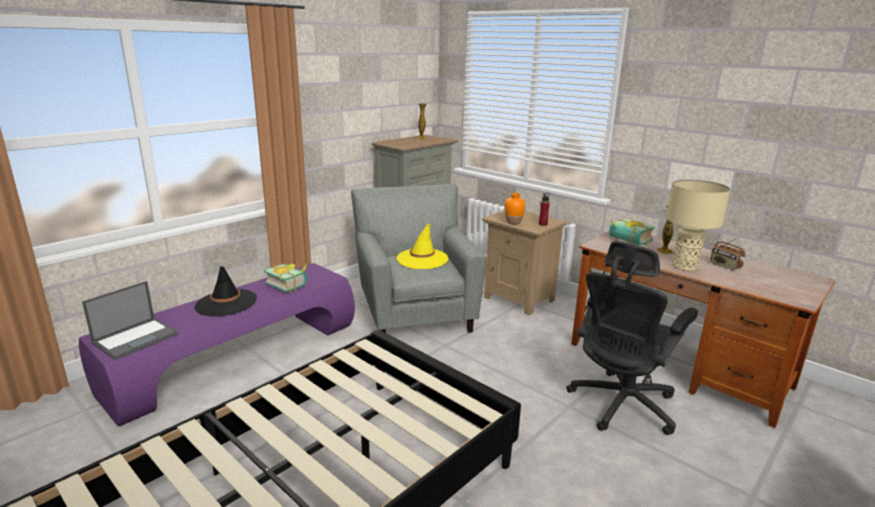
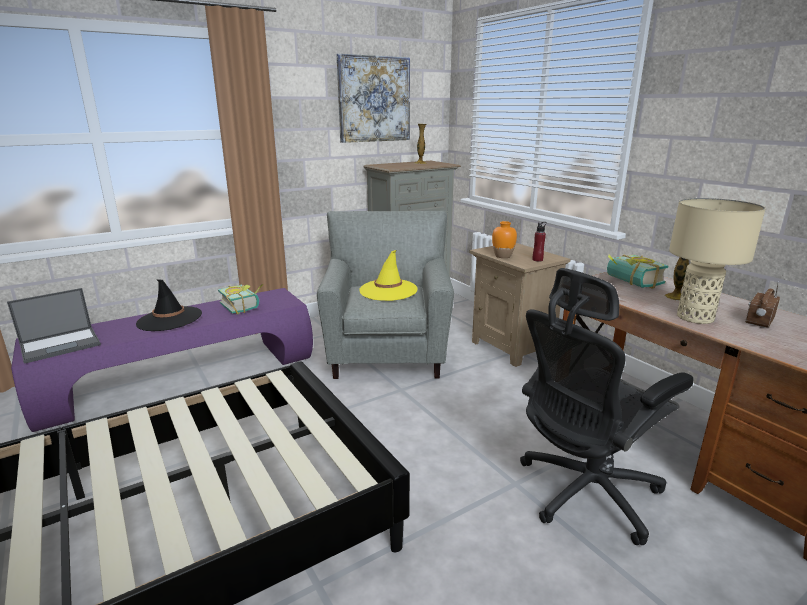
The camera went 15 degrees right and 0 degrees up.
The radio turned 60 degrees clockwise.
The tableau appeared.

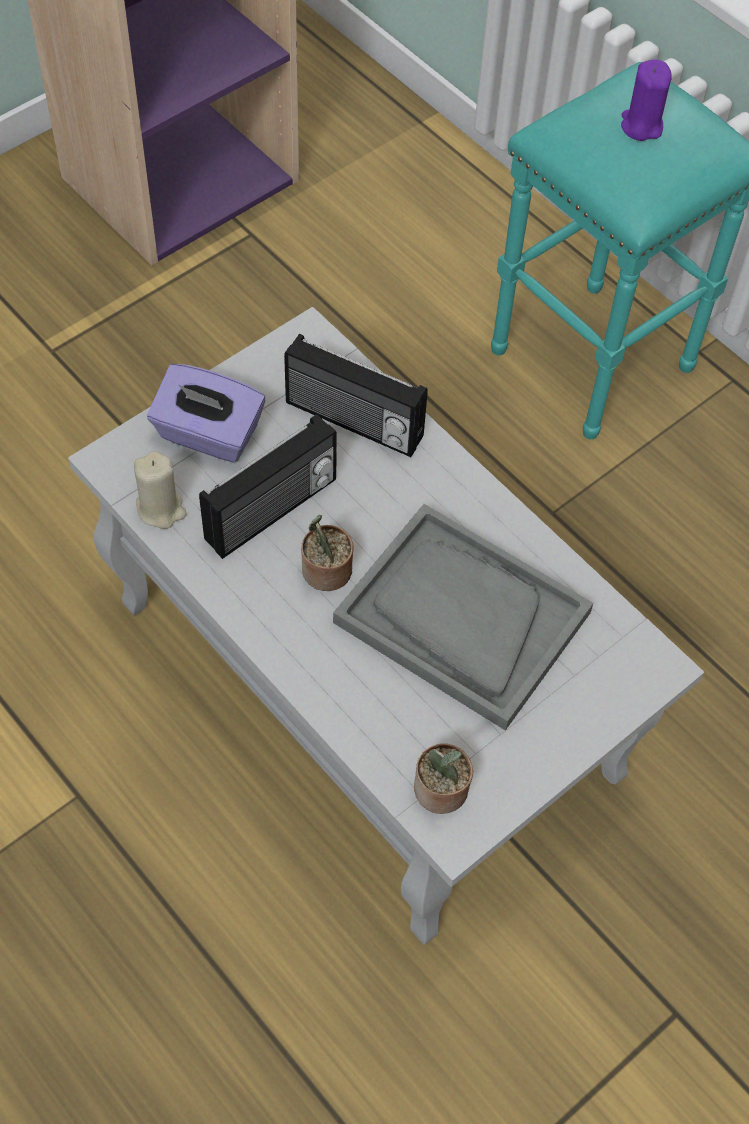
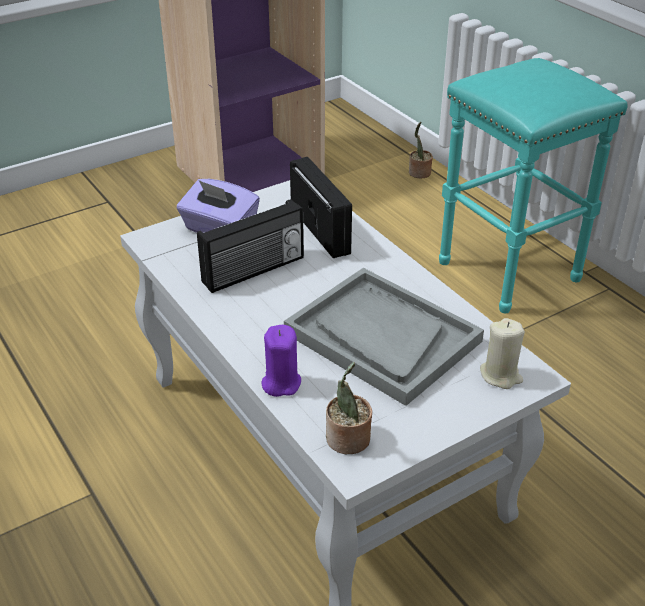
The camera went 10 degrees right and 20 degrees down.
The bougie (violet) moved.
The radio (no. 2 from left) turned 150 degrees counterclockwise.
The bougie (beige) moved.
The plante en pot (no. 1 from left in the first image) moved.

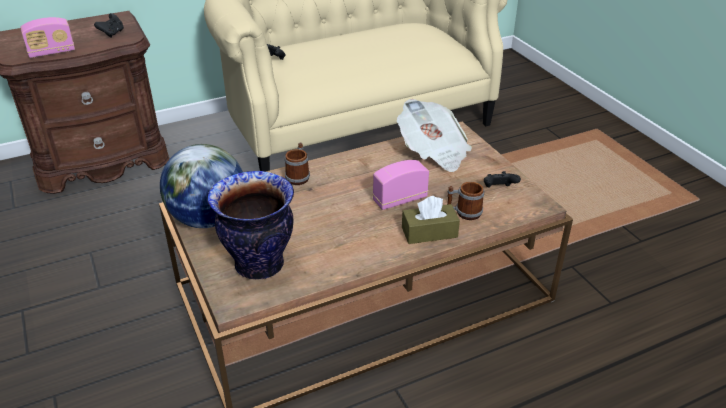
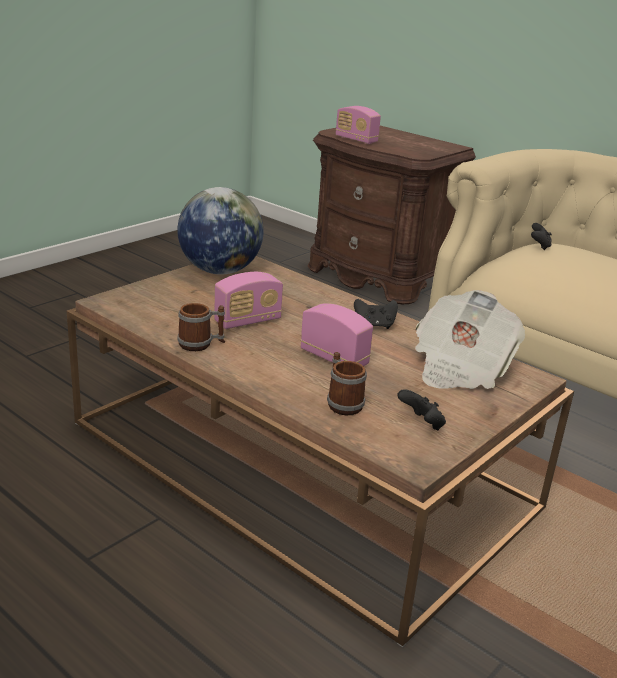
The camera went 65 degrees right and 10 degrees down.
The manette (noir) (no. 1 from left) moved.
The mug (no. 1 from left) moved.
The vase disappeared.
The boîte à mouchoirs (marron) disappeared.
The radio (no. 1 from left) appeared.

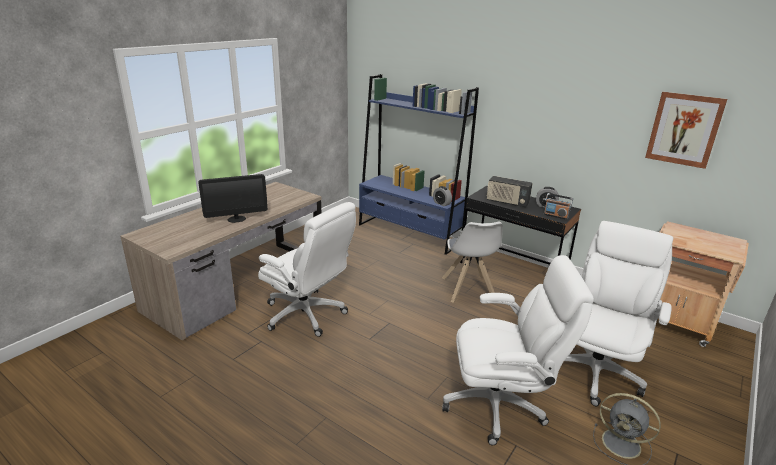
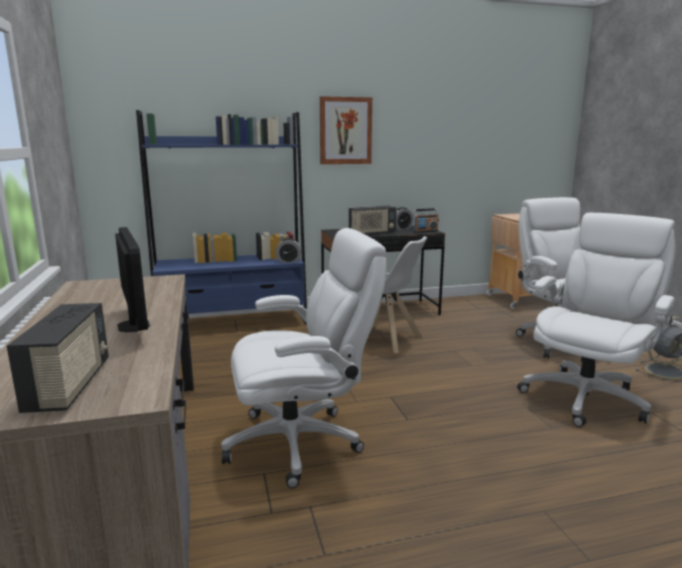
The camera went 50 degrees left and 10 degrees down.
The tableau moved.
The écran d'ordinateur turned 45 degrees counterclockwise.
The radio (no. 1 from left) appeared.

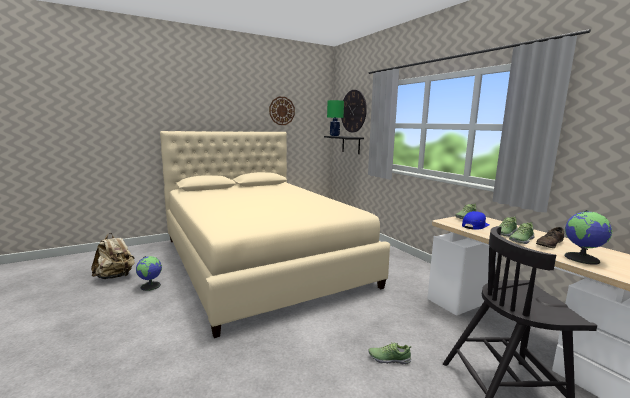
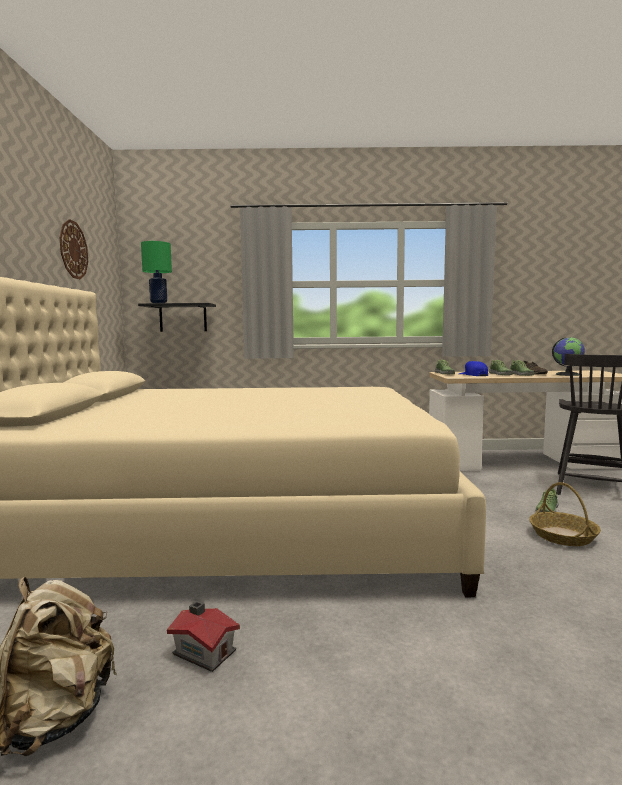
The camera went 60 degrees left and 5 degrees down.
The horloge murale (no. 2 from left) disappeared.
The globe (no. 1 from left) was replaced by the maison miniature.
The panier appeared.

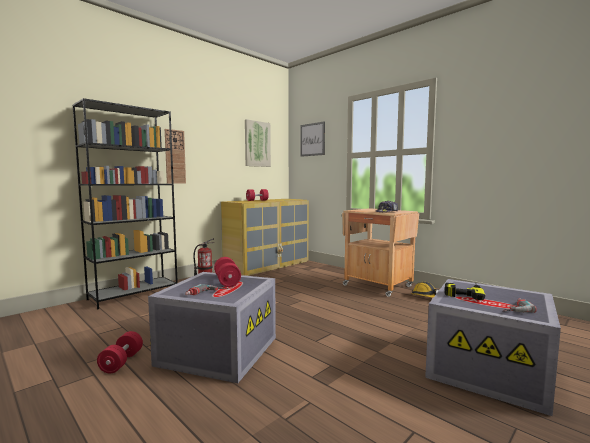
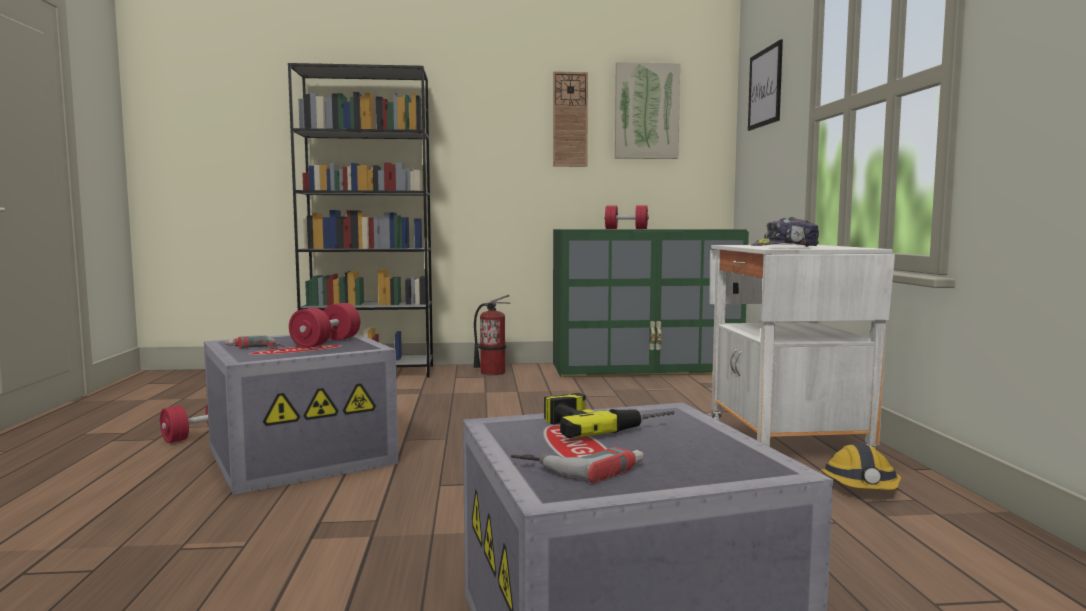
The camera went 40 degrees right and 0 degrees up.
The horloge murale moved.
The meuble de rangement (jaune) became the meuble de rangement (vert).
The chariot (marron) became the chariot (blanc).

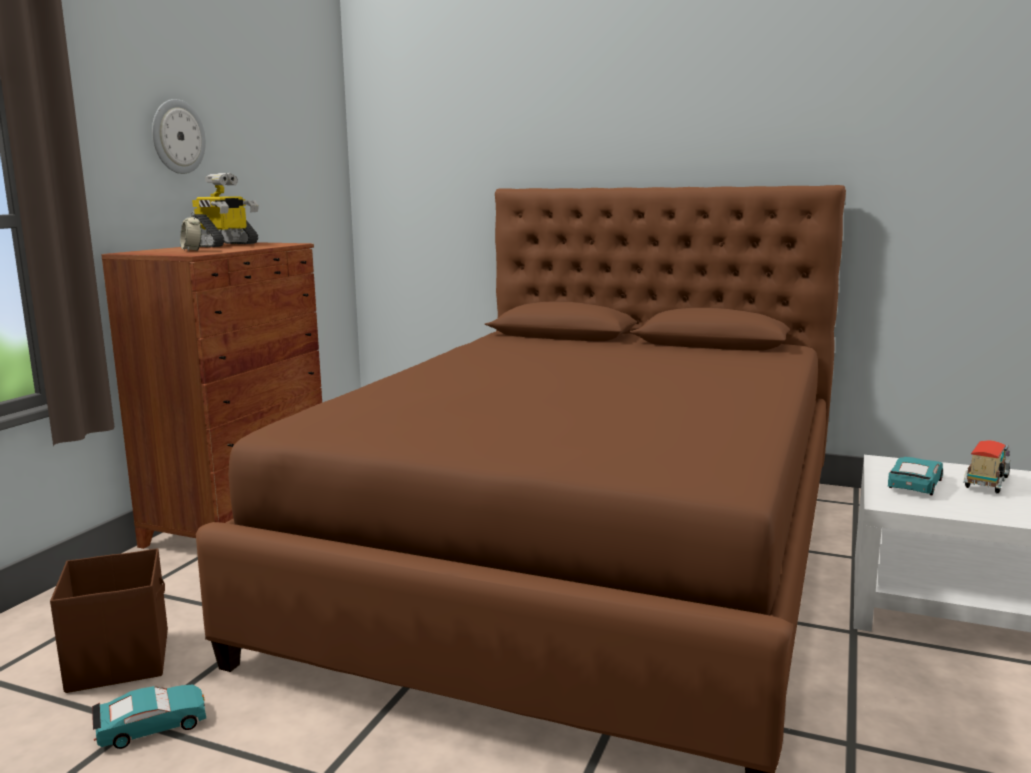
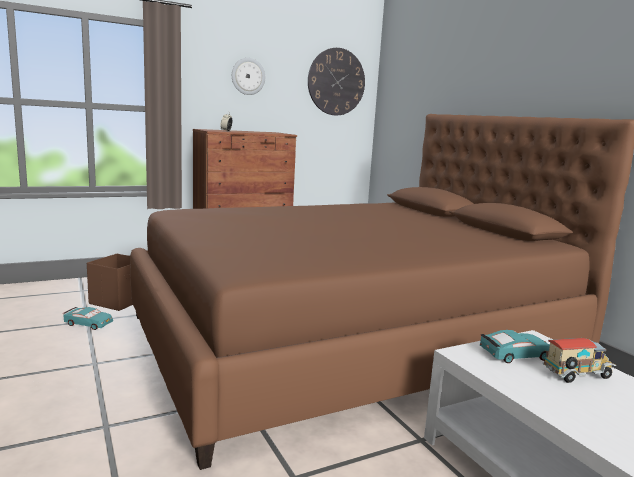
The camera went 40 degrees right and 0 degrees up.
The robot jouet disappeared.
The horloge murale (no. 2 from left) appeared.

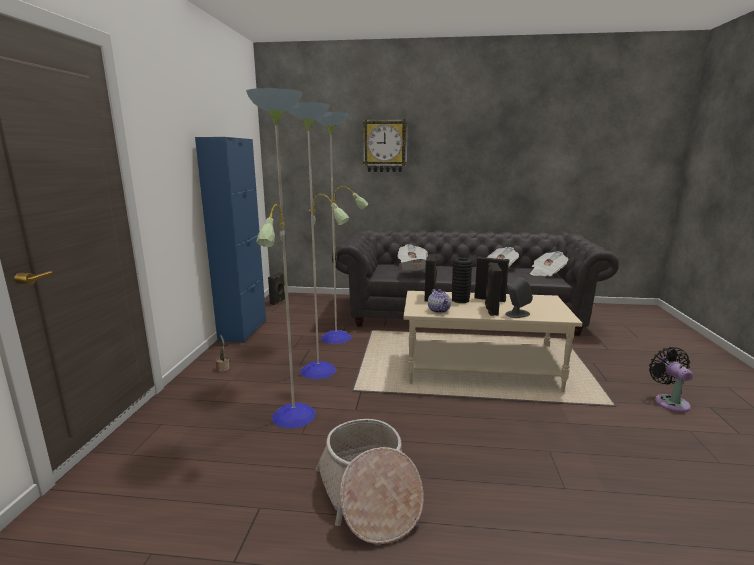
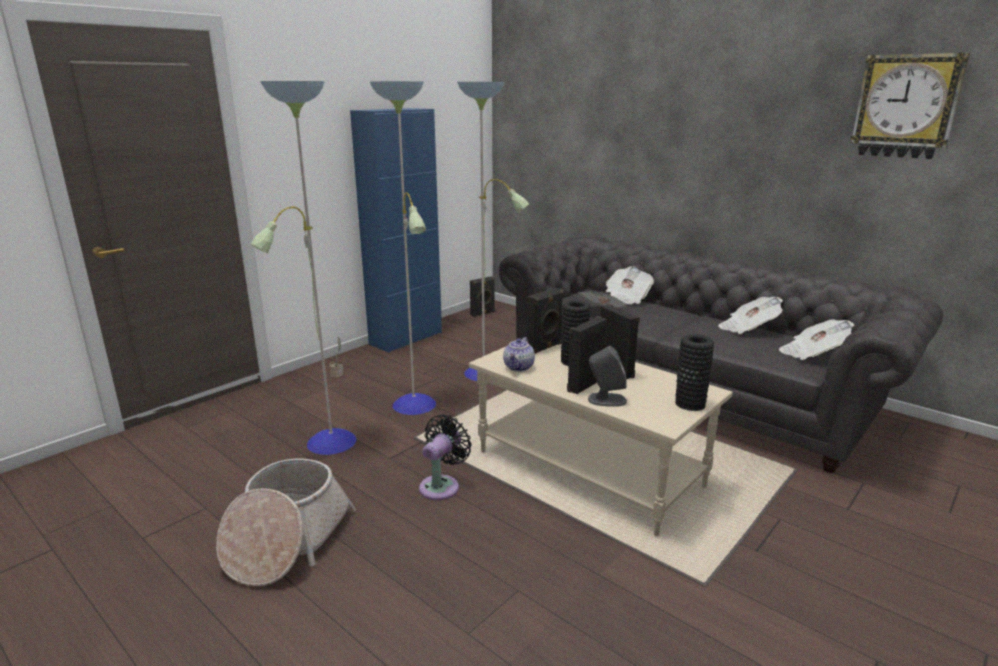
The camera went 35 degrees right and 5 degrees up.
The horloge murale moved.
The ventilateur (noir) moved.
The vase (noir) (no. 2 from left) appeared.

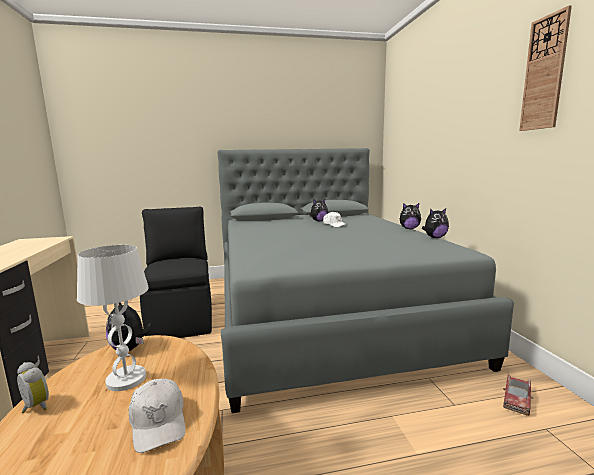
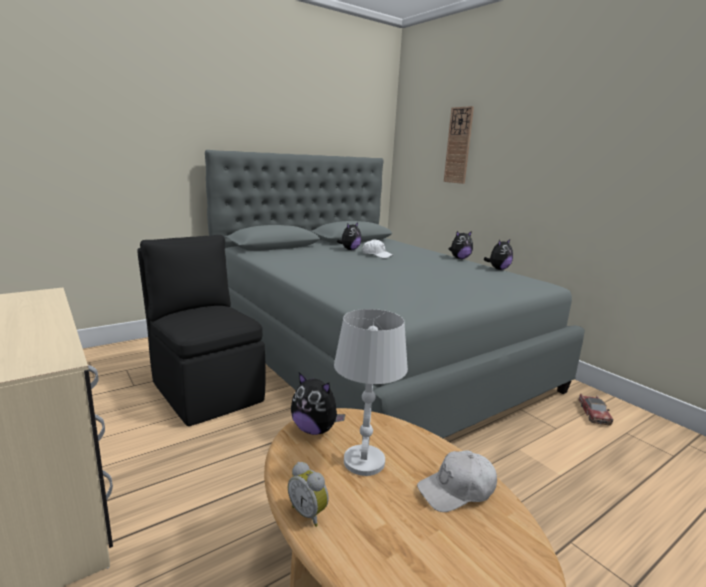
The camera went 25 degrees left and 5 degrees up.
The horloge murale moved.
The réveil turned 150 degrees counterclockwise.
The casquette (blanc) (no. 1 from left in the first image) turned 120 degrees clockwise.

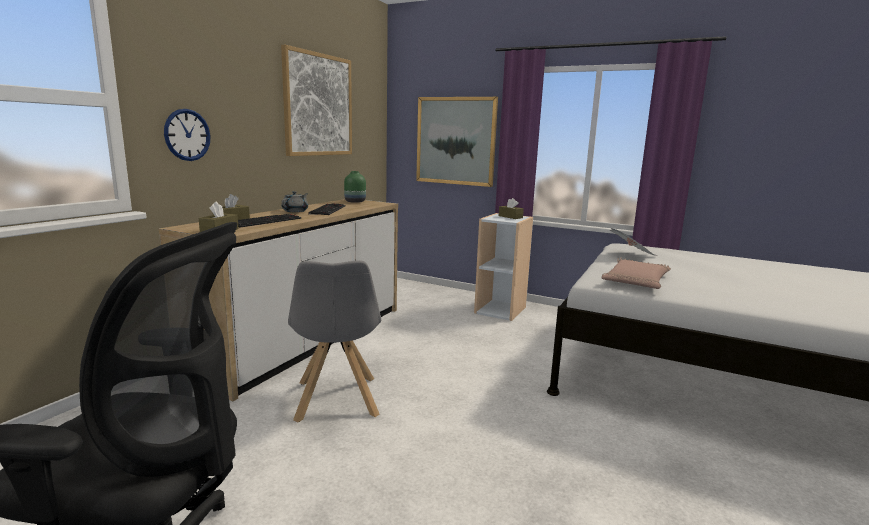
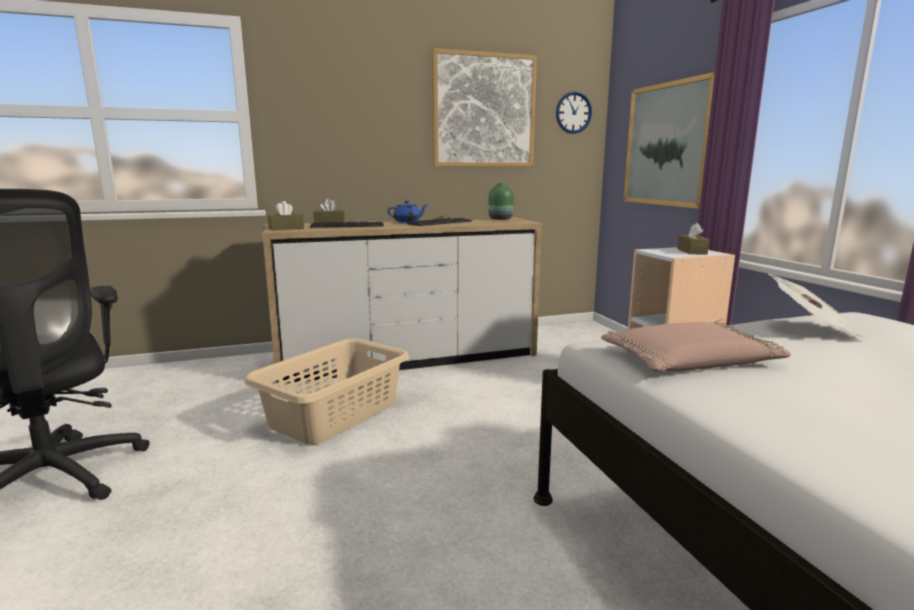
The camera went 45 degrees right and 0 degrees up.
The horloge murale moved.
The théière (gris) became the théière (bleu).
The chaise (gris) was replaced by the panier à linge (beige).

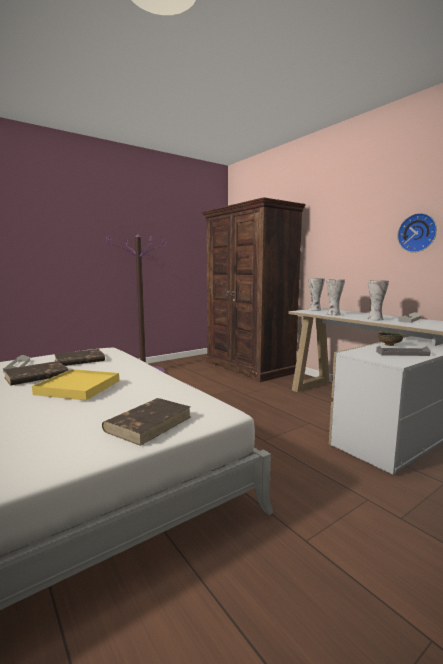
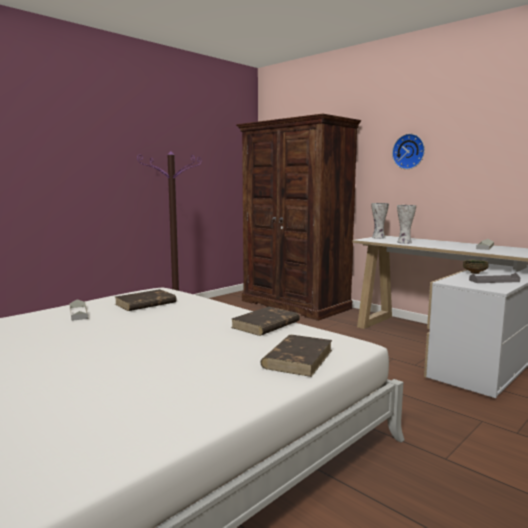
The camera went 10 degrees left and 0 degrees up.
The horloge murale moved.
The vase (no. 3 from left) disappeared.
The livre (marron) (no. 1 from left in the first image) moved.
The plateau (jaune) disappeared.

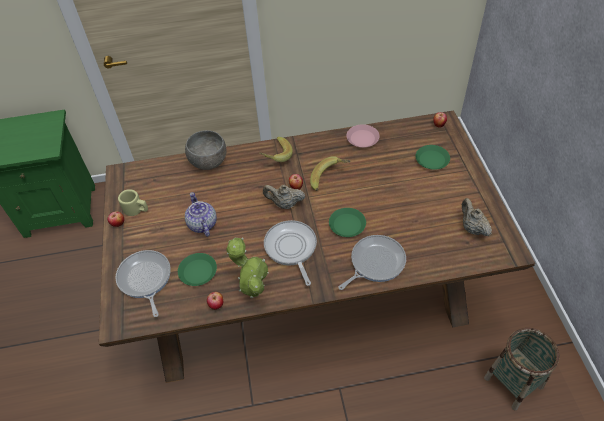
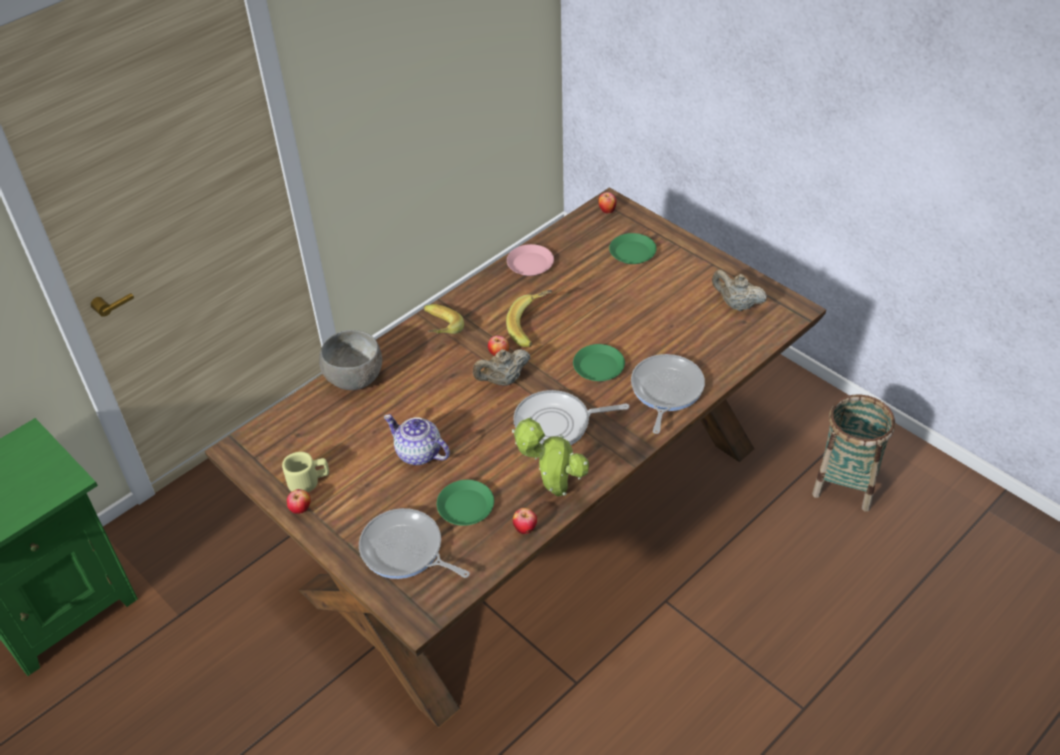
The camera went 35 degrees left and 5 degrees down.
The poêle (no. 2 from left) turned 45 degrees counterclockwise.

